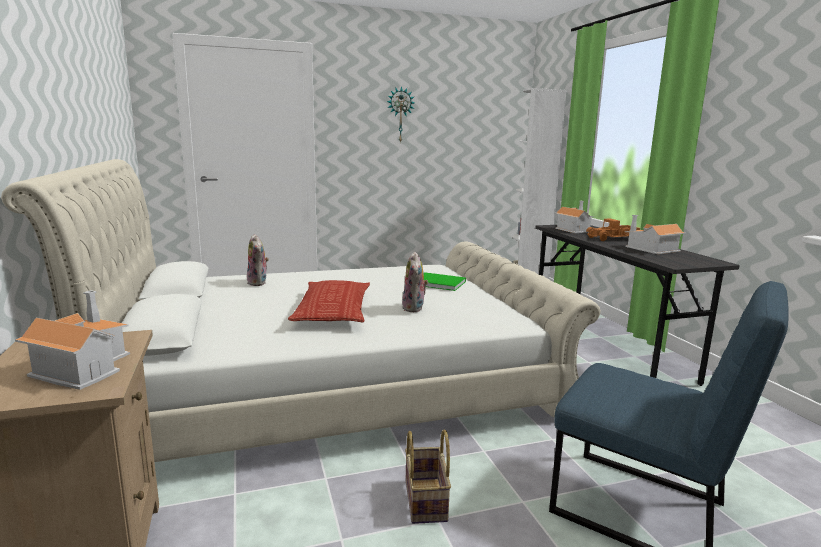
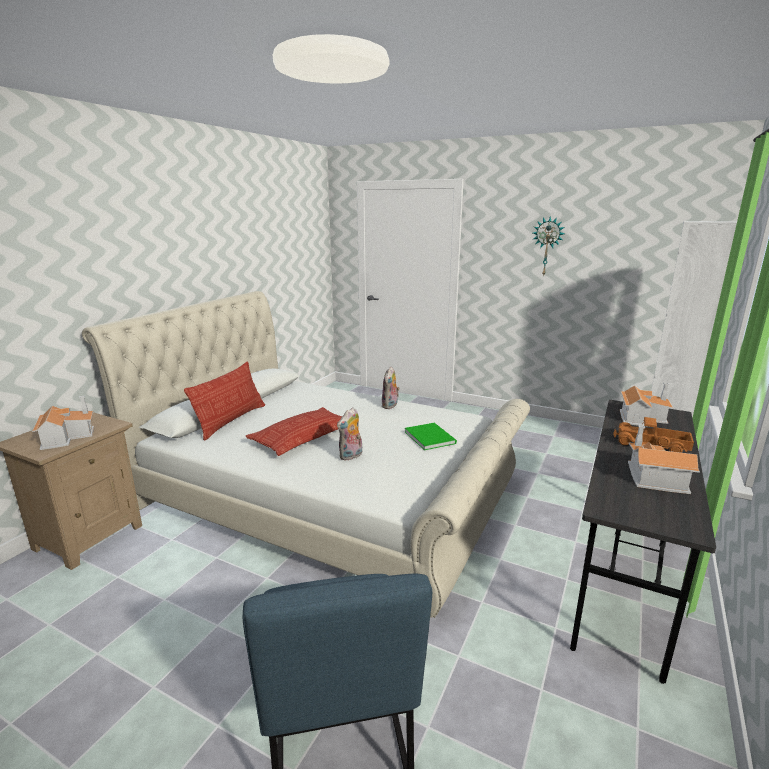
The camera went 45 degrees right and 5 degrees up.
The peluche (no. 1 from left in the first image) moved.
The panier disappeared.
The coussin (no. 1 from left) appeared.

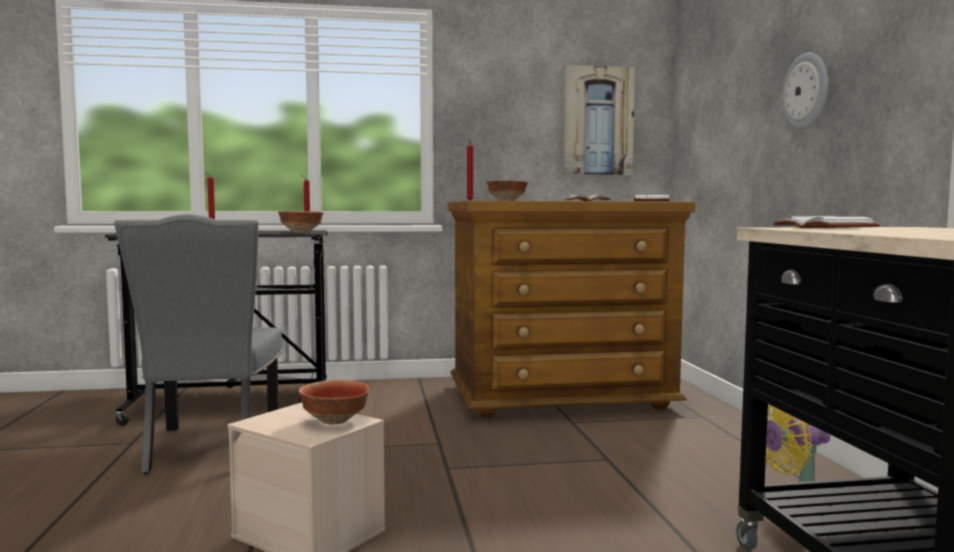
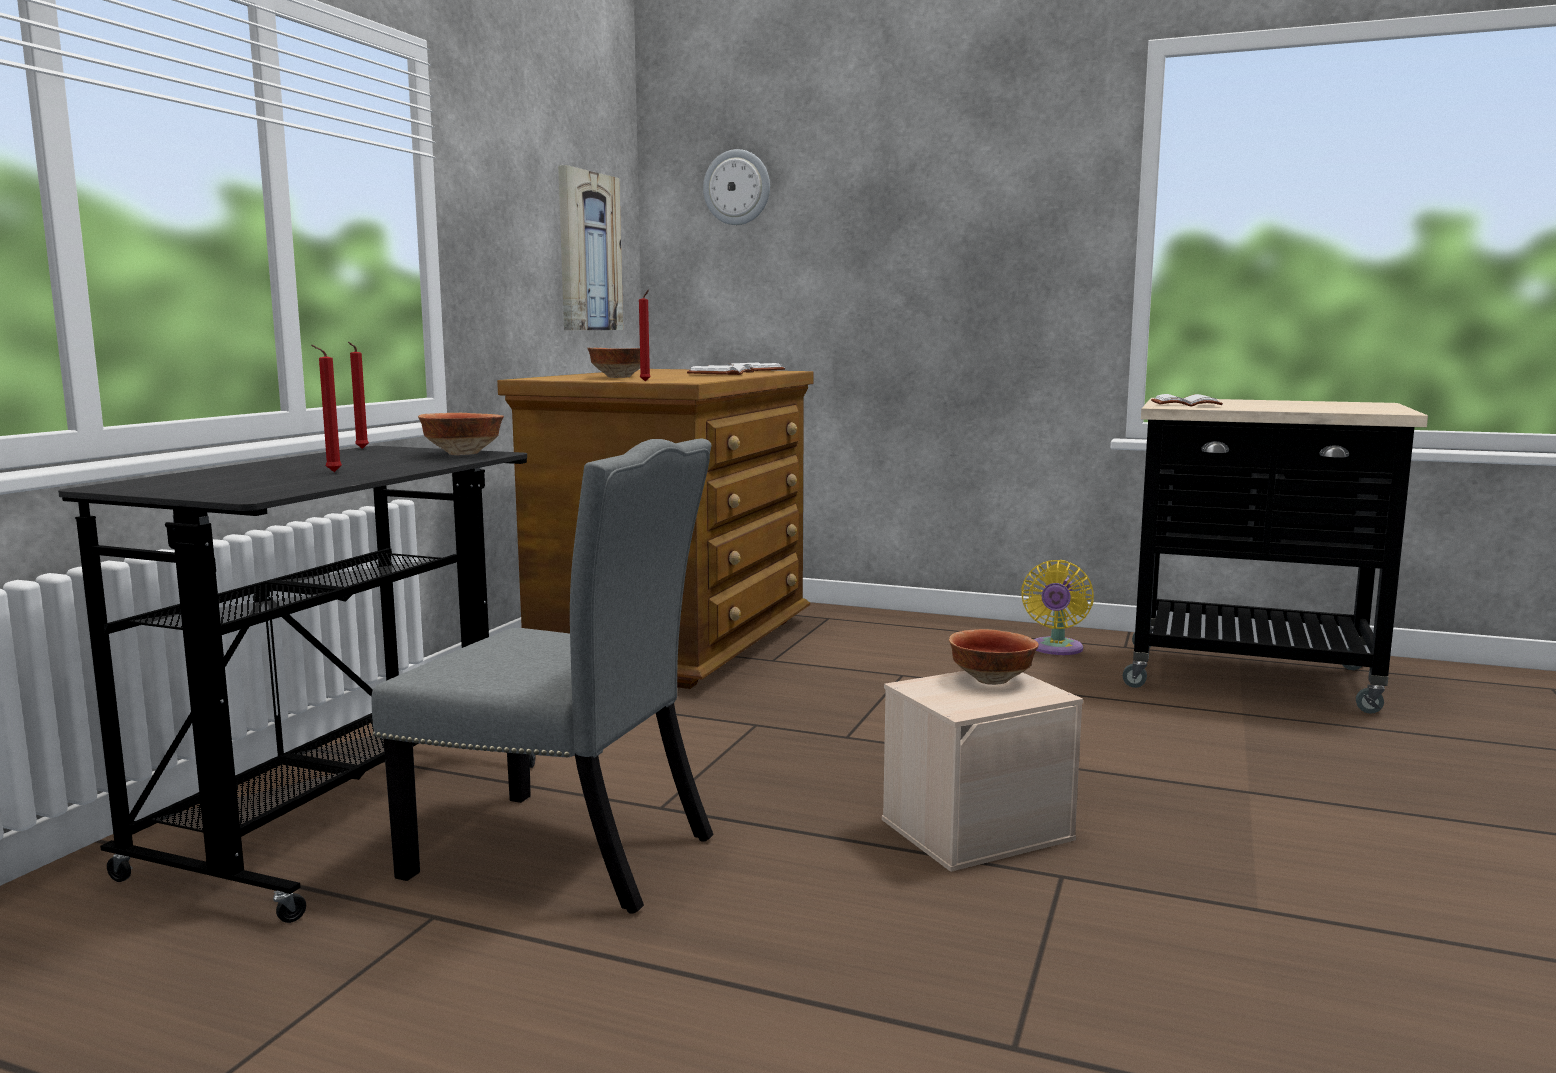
The camera went 60 degrees left and 5 degrees up.
The horloge murale moved.

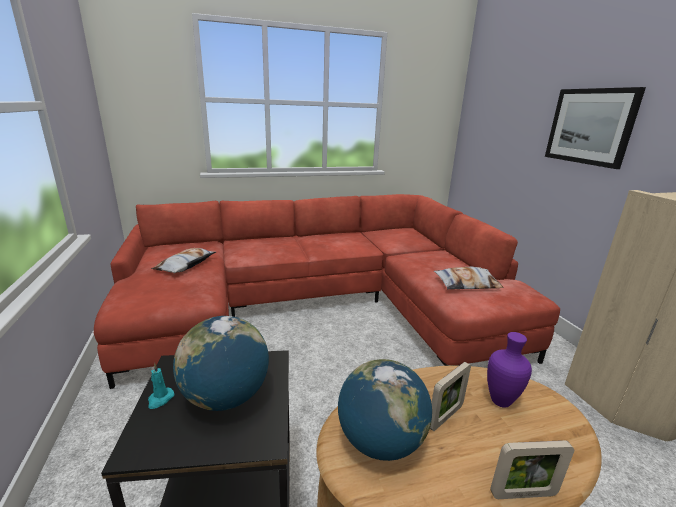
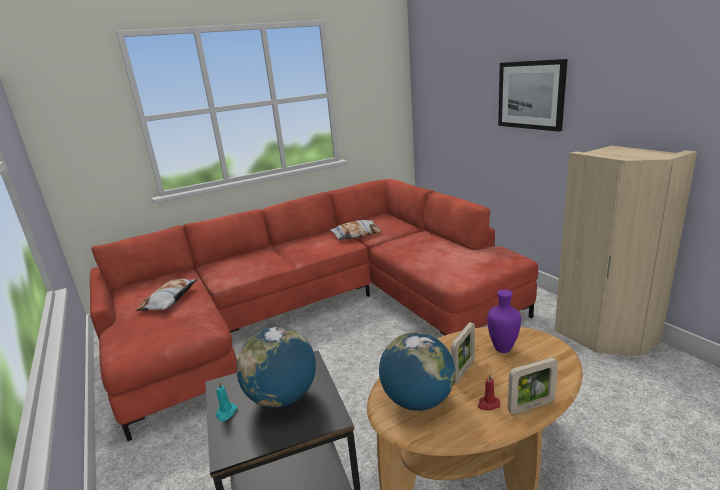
The camera went 10 degrees left and 0 degrees up.
The coussin (no. 2 from left) moved.
The bougie (rouge) appeared.

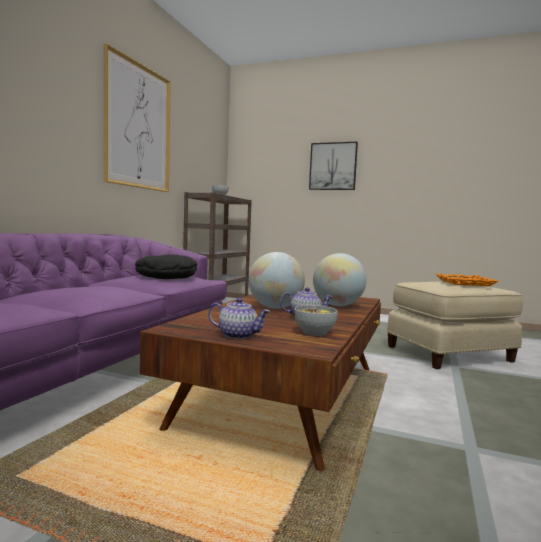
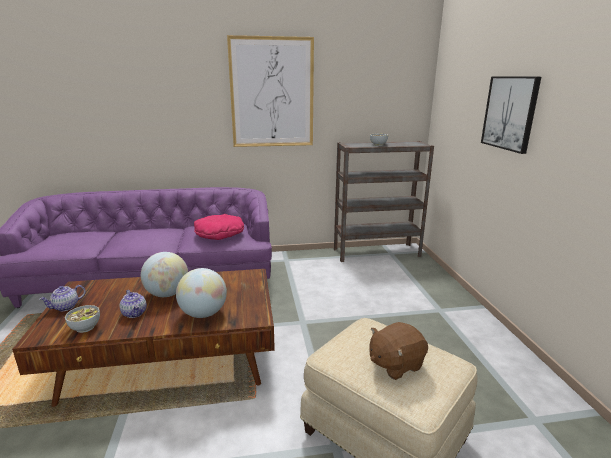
The camera went 60 degrees right and 15 degrees up.
The coussin (noir) became the coussin (rose).
The plateau (orange) was replaced by the peluche (marron).
The théière (no. 1 from left) turned 60 degrees clockwise.

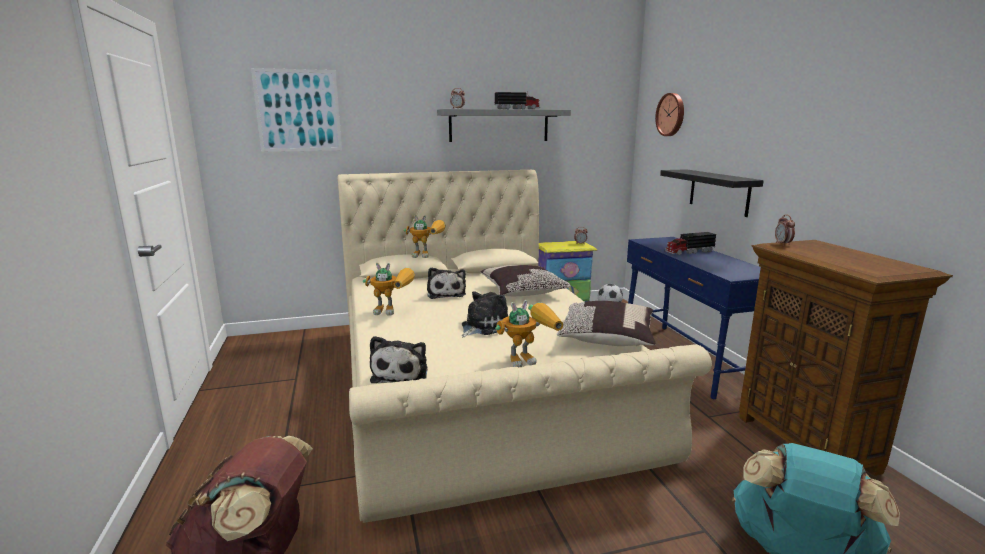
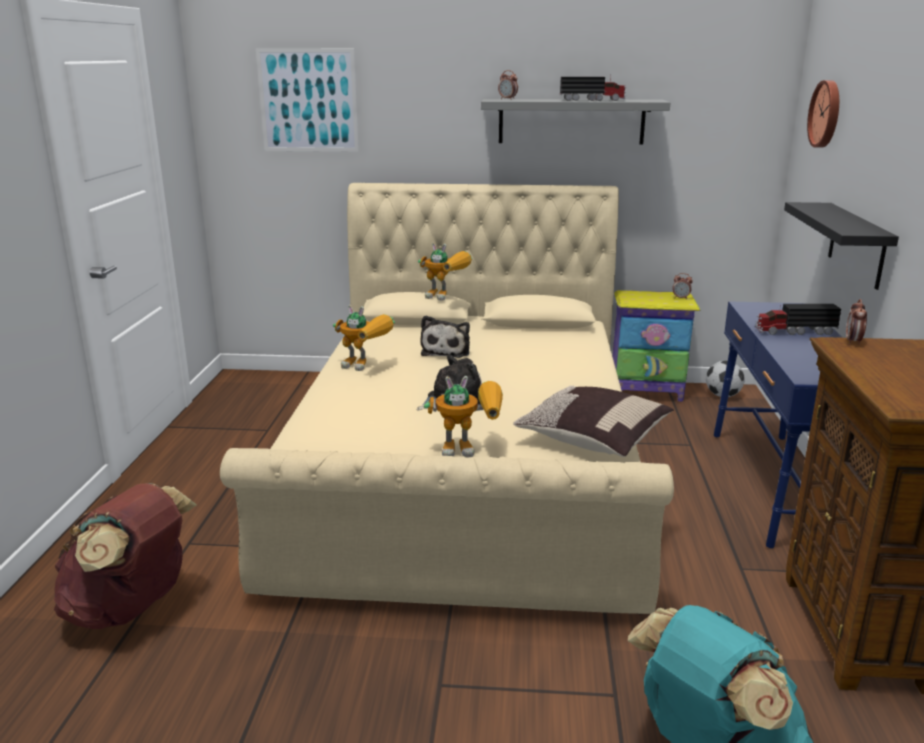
The camera went 20 degrees right and 5 degrees up.
The coussin (no. 1 from left) disappeared.
The peluche (no. 1 from left) disappeared.

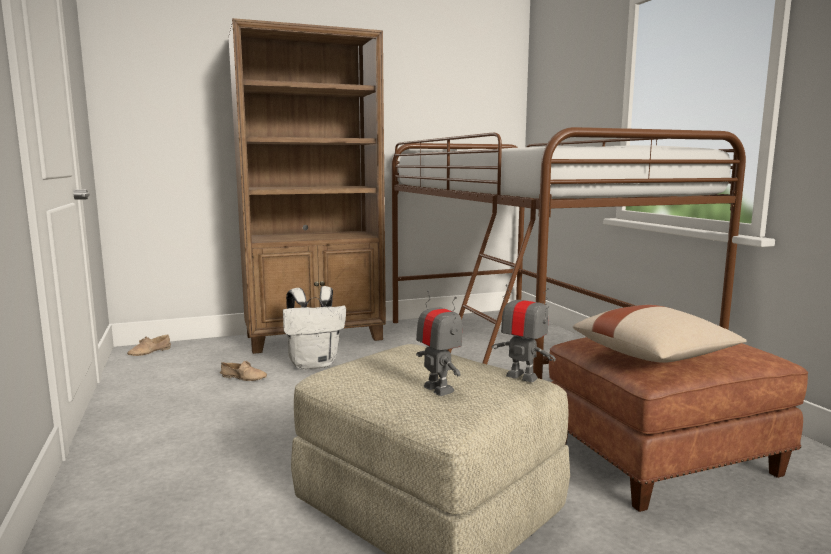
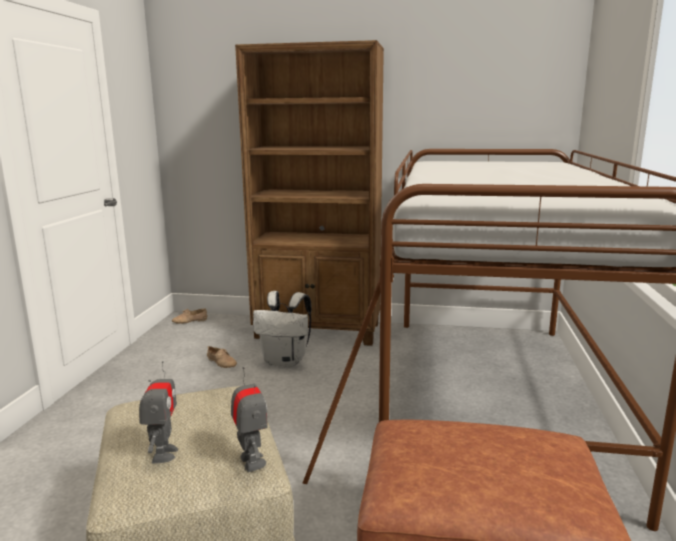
The camera went 30 degrees right and 5 degrees up.
The coussin (beige) disappeared.

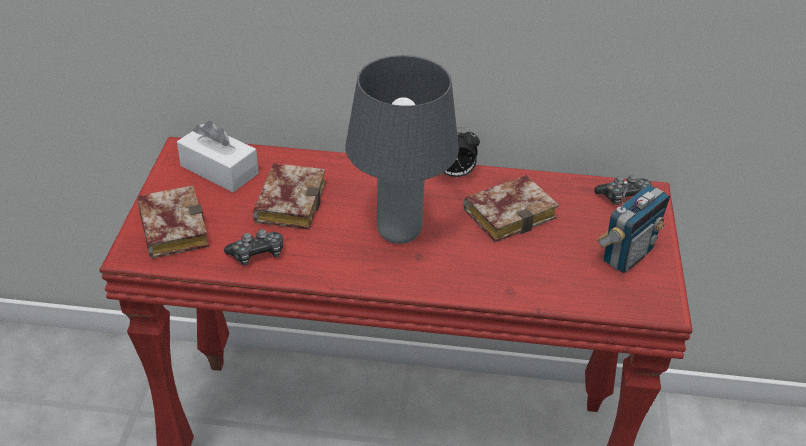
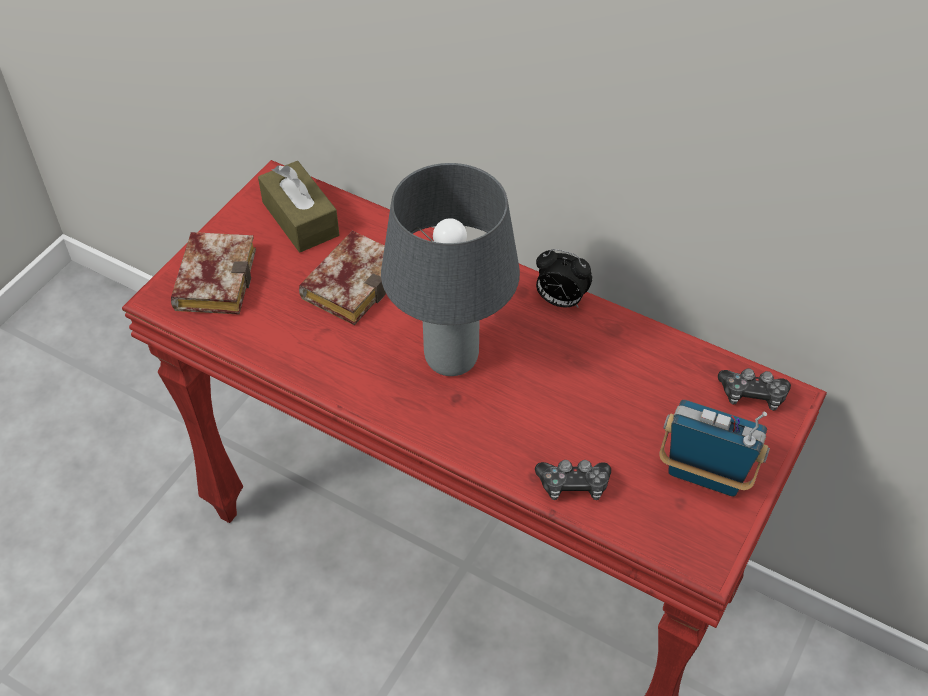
The camera went 25 degrees right and 10 degrees up.
The boîte à mouchoirs (blanc) became the boîte à mouchoirs (marron).
The livre (no. 3 from left) disappeared.
The radio turned 135 degrees counterclockwise.
The manette (no. 1 from left) moved.

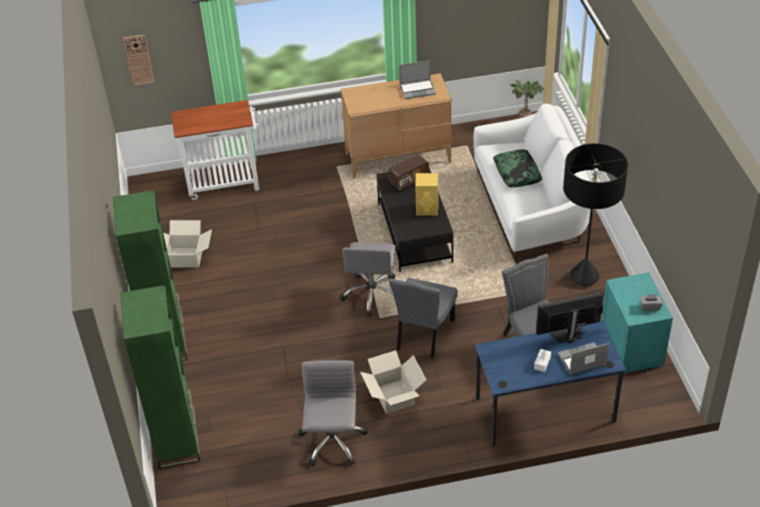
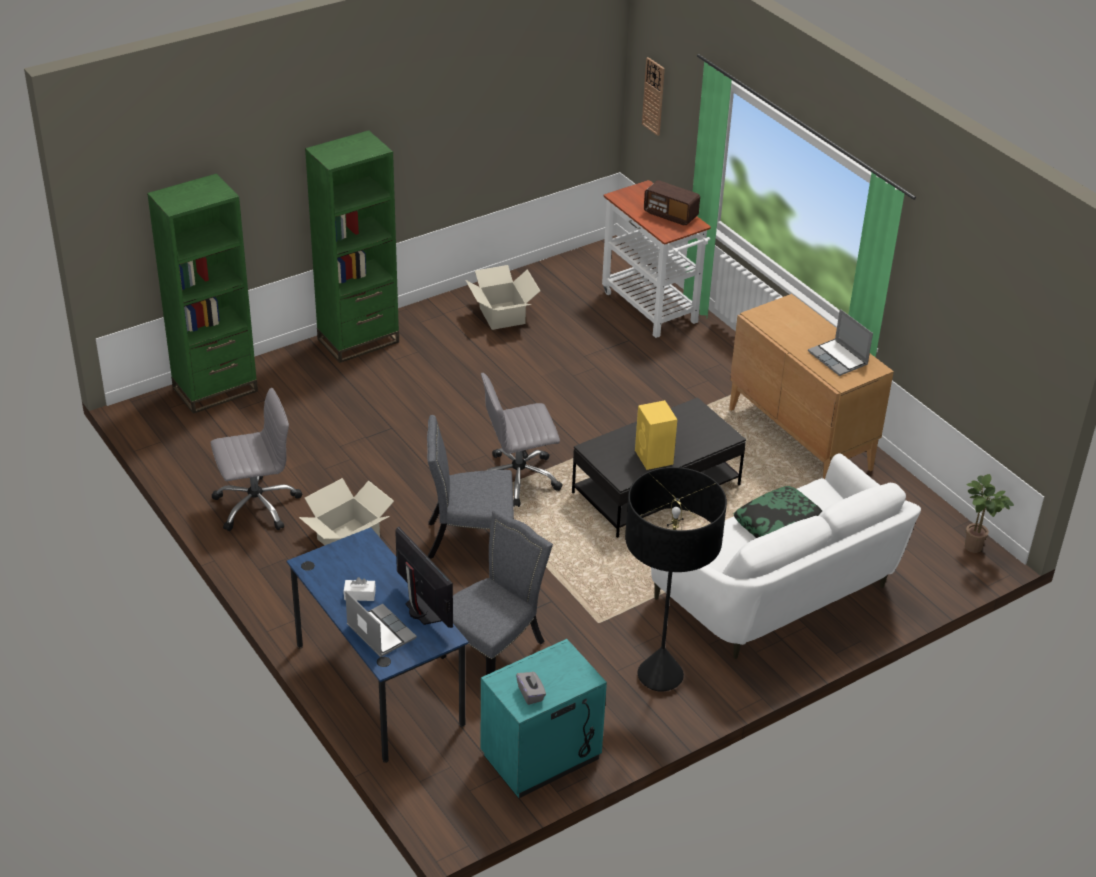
The camera went 65 degrees right and 5 degrees down.
The radio moved.

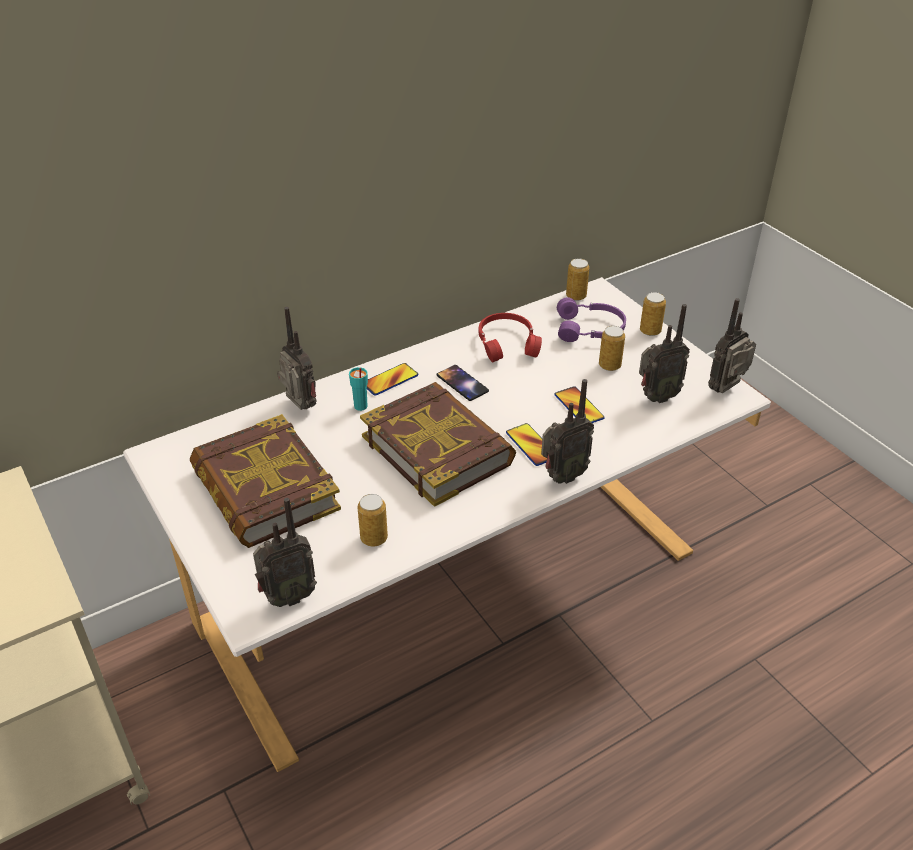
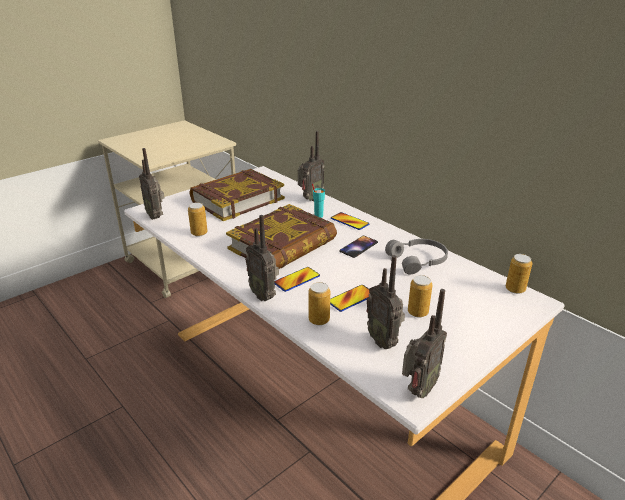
The camera went 80 degrees right and 10 degrees down.
The boîte métallique (no. 4 from left in the first image) moved.
The casque audio (violet) disappeared.
The radio (no. 5 from left) turned 90 degrees clockwise.
The casque audio (rouge) became the casque audio (gris).

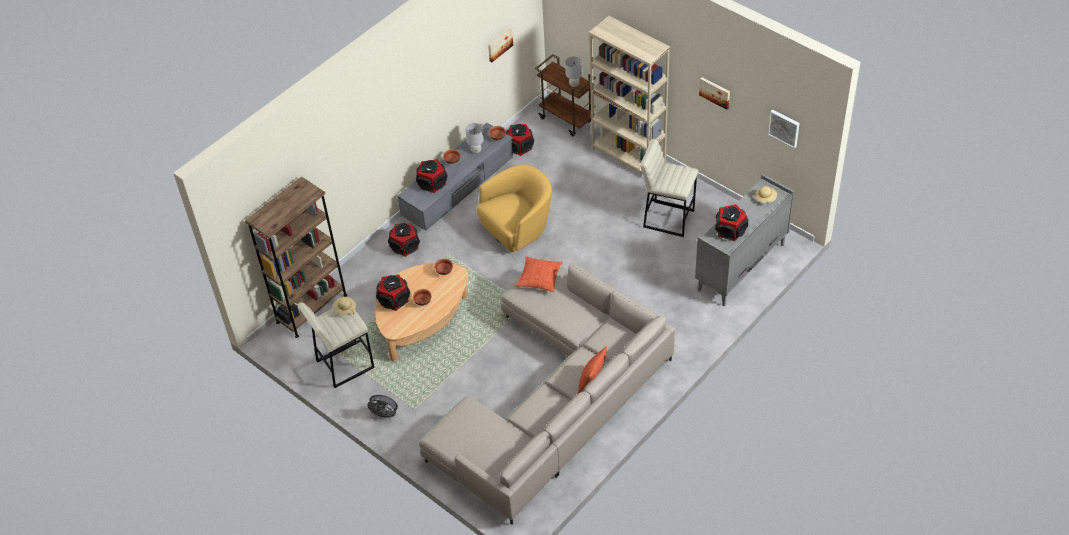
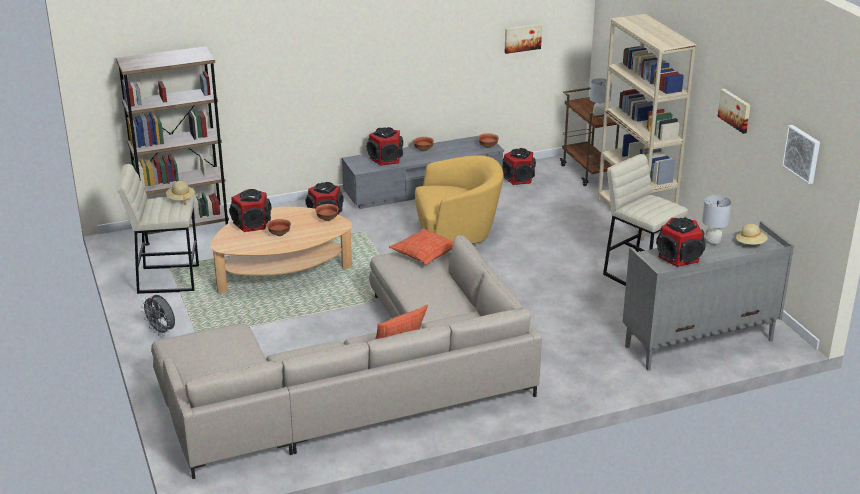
The camera went 25 degrees right and 20 degrees down.
The lampe de table (gris) (no. 1 from left in the first image) moved.

